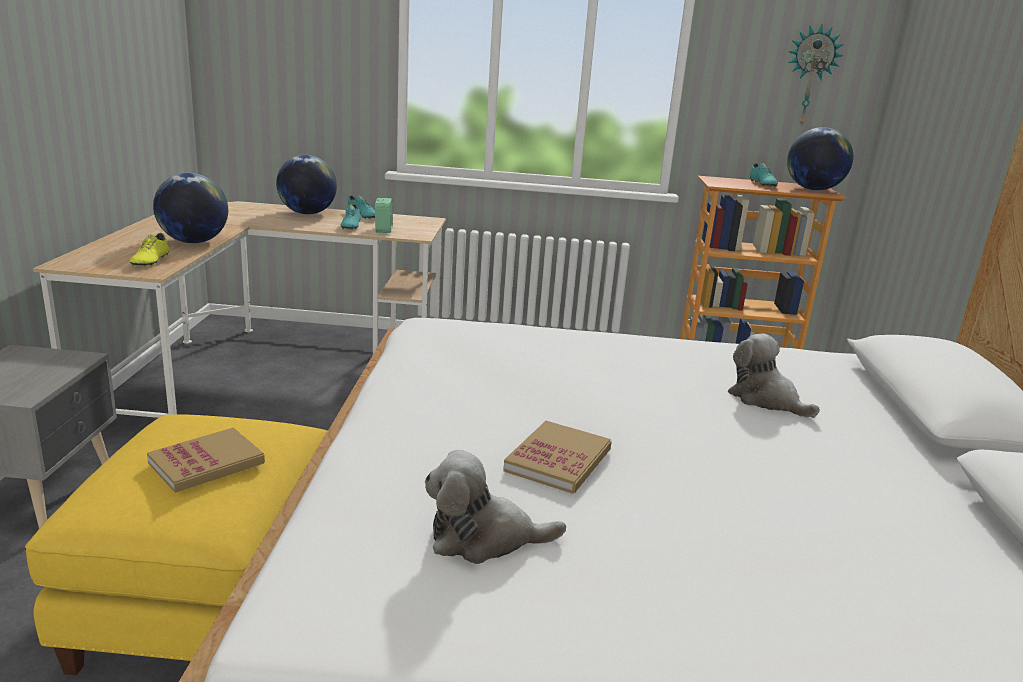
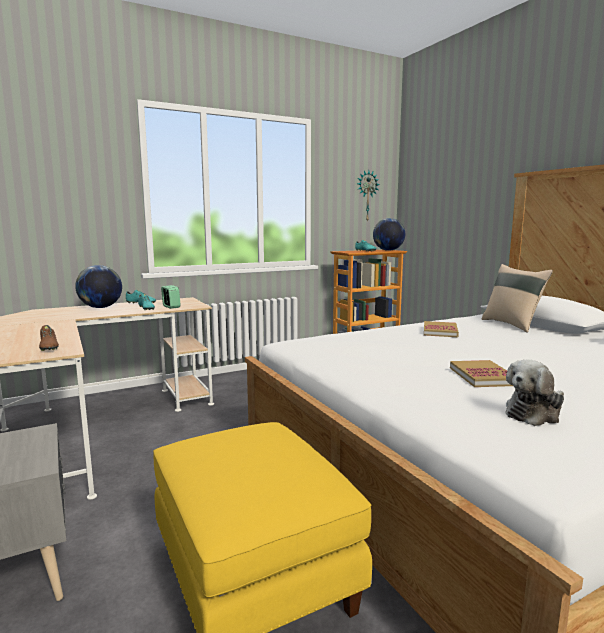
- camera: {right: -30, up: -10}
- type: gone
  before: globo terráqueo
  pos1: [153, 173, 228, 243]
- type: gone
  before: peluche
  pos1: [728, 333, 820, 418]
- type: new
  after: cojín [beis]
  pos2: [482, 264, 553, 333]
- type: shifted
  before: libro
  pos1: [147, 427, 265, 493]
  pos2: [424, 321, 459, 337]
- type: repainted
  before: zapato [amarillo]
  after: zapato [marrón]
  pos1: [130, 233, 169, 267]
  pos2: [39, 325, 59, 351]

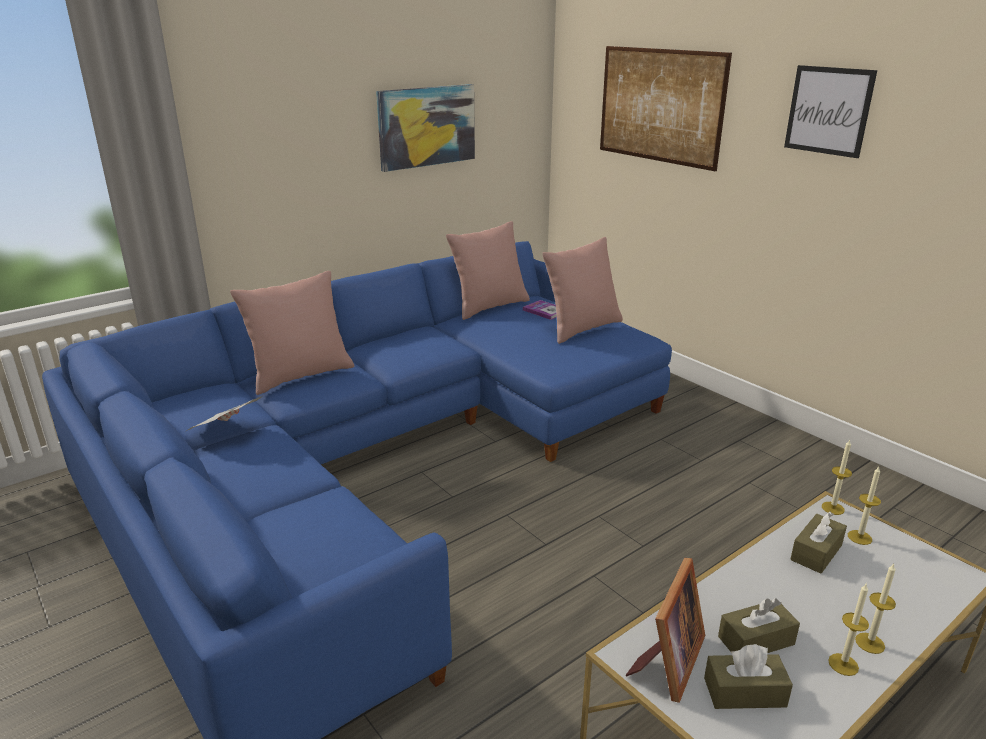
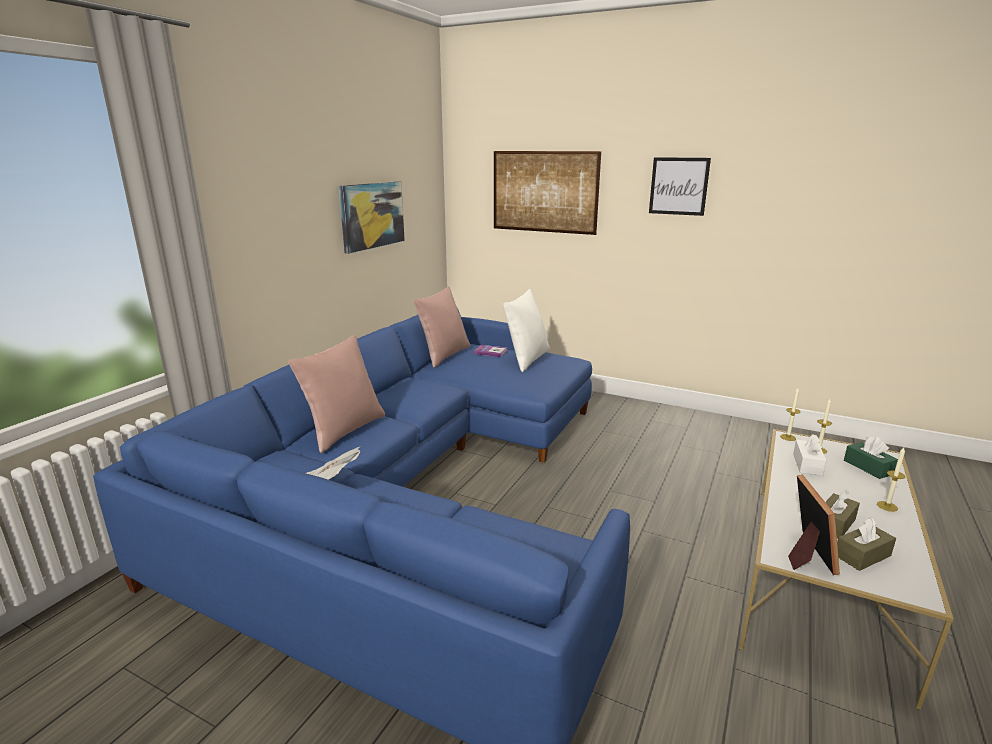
- camera: {right: -25, up: -5}
- type: gone
  before: vela
  pos1: [828, 583, 869, 676]
- type: new
  after: caja de pañuelos [verde]
  pos2: [844, 437, 898, 479]
- type: repainted
  before: cojín [rosa]
  after: cojín [blanco]
  pos1: [542, 237, 623, 344]
  pos2: [503, 289, 550, 372]
- type: repainted
  before: caja de pañuelos [marrón]
  after: caja de pañuelos [blanco]
  pos1: [790, 511, 847, 574]
  pos2: [793, 434, 827, 476]

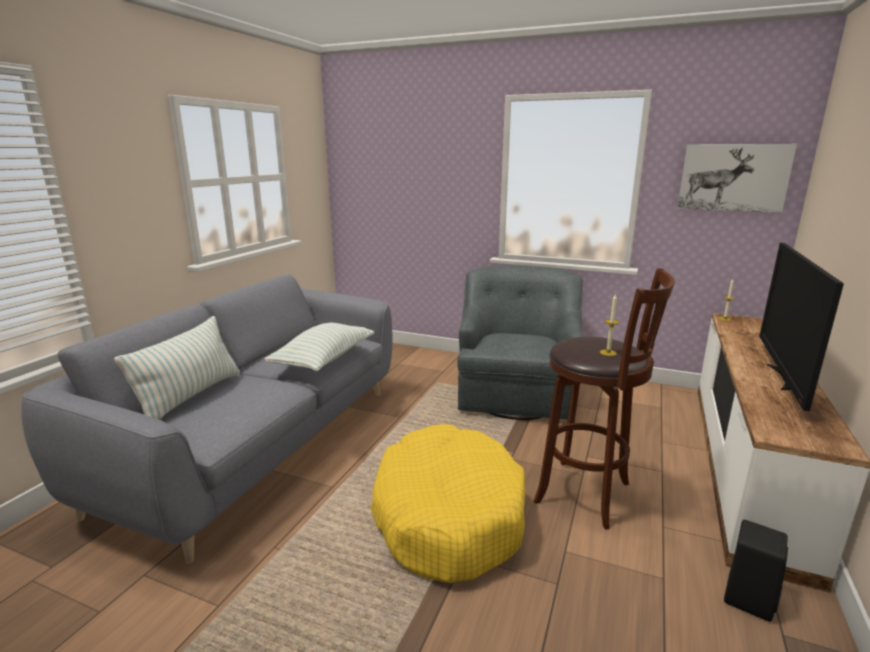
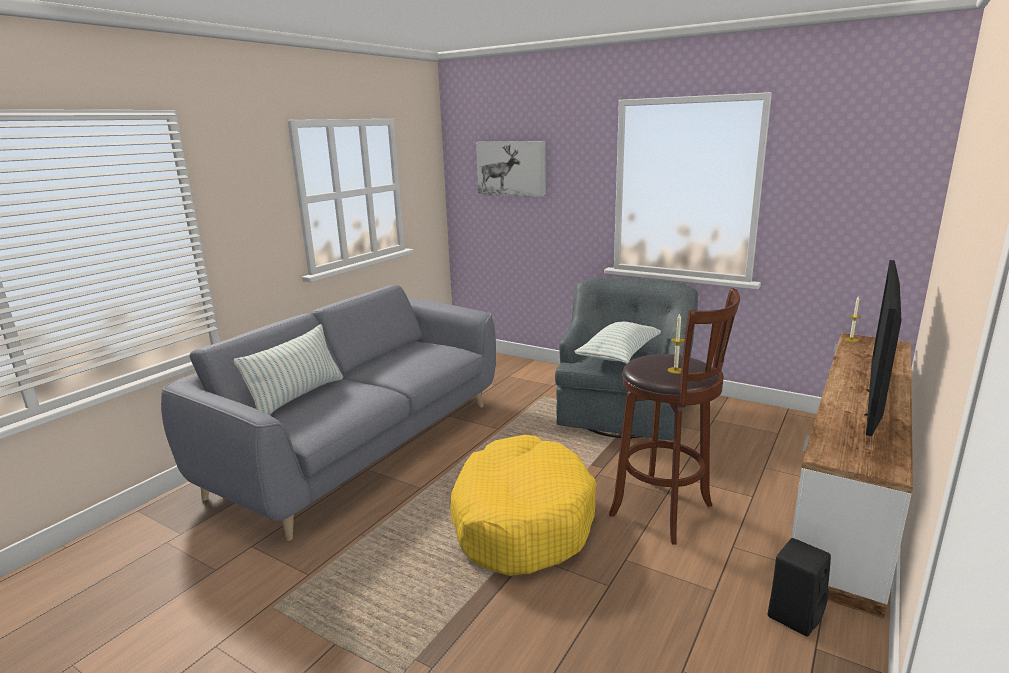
- camera: {right: 10, up: 0}
- type: shifted
  before: cojín
  pos1: [264, 323, 374, 371]
  pos2: [574, 321, 661, 364]
- type: shifted
  before: cuadro
  pos1: [678, 144, 797, 213]
  pos2: [476, 141, 546, 197]

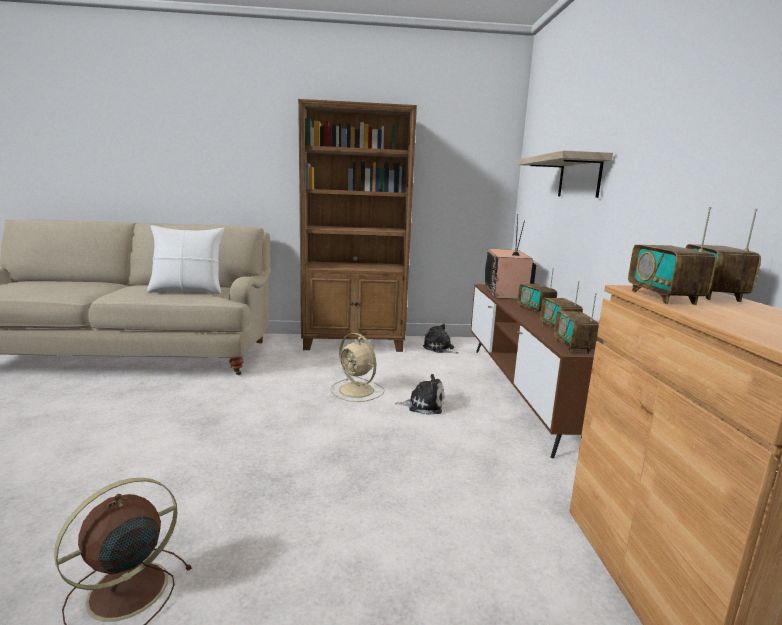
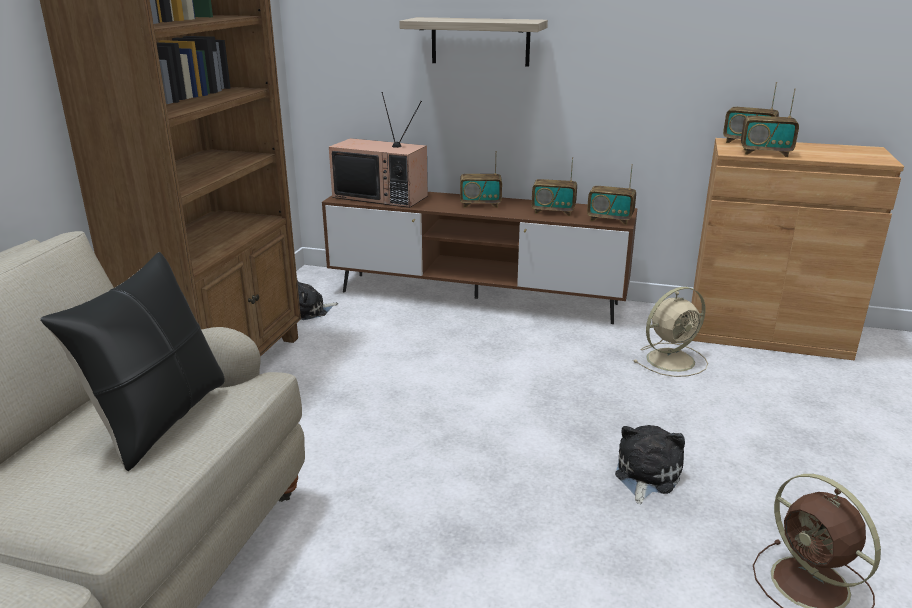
- camera: {right: -70, up: 10}
- type: shifted
  before: ventilador [beis]
  pos1: [331, 333, 385, 402]
  pos2: [633, 287, 708, 377]
- type: shifted
  before: peluche
  pos1: [395, 374, 444, 415]
  pos2: [615, 425, 685, 504]
- type: repainted
  before: cojín [blanco]
  after: cojín [negro]
  pos1: [147, 225, 224, 294]
  pos2: [40, 252, 225, 471]

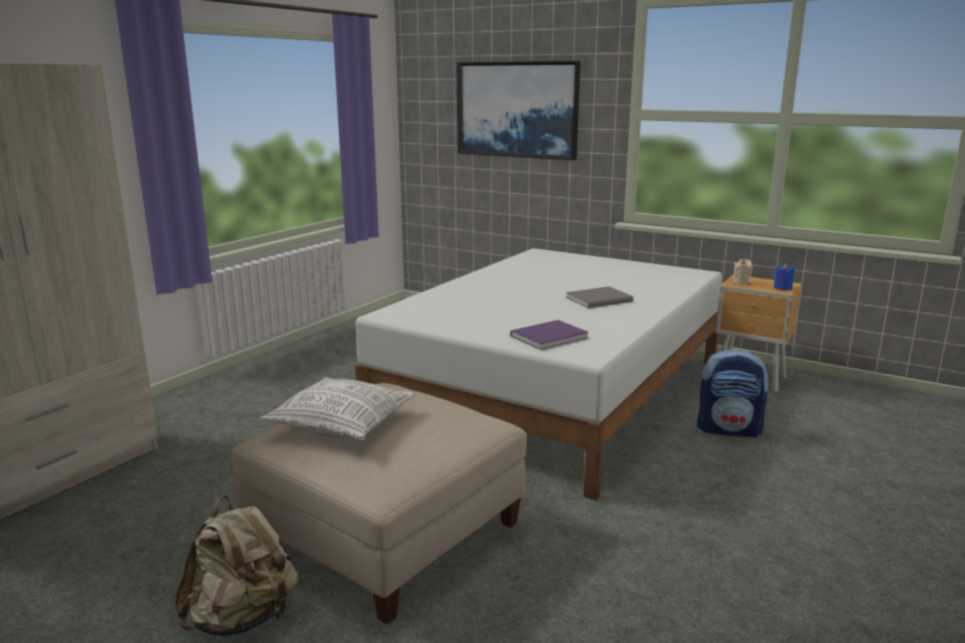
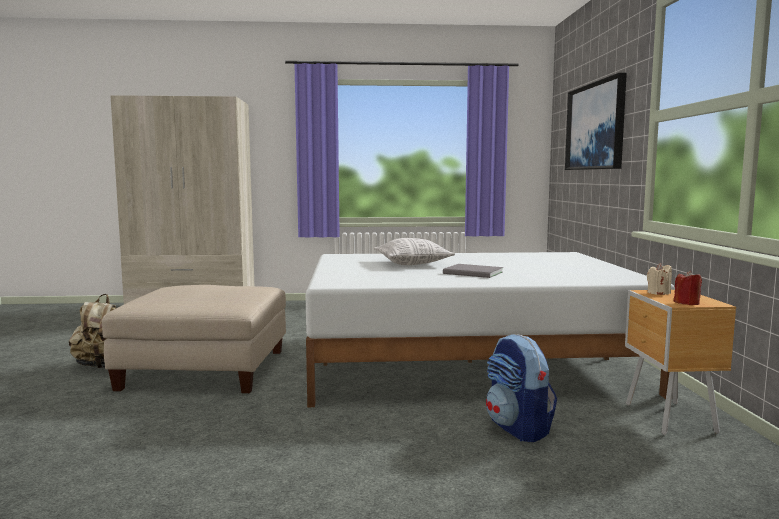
- camera: {right: 55, up: -10}
- type: gone
  before: libro [morado]
  pos1: [510, 320, 589, 350]
- type: shifted
  before: cojín
  pos1: [260, 377, 415, 441]
  pos2: [374, 238, 455, 265]
- type: repainted
  before: vela [azul]
  after: vela [rojo]
  pos1: [774, 263, 795, 290]
  pos2: [674, 271, 702, 305]

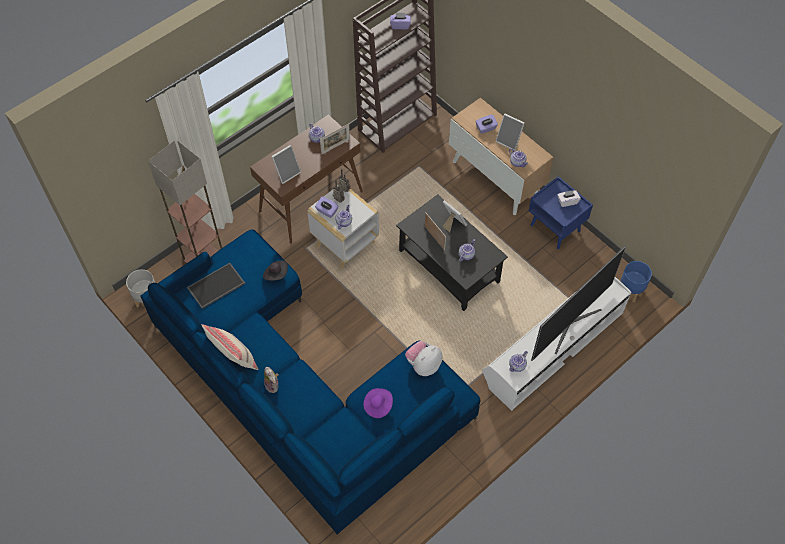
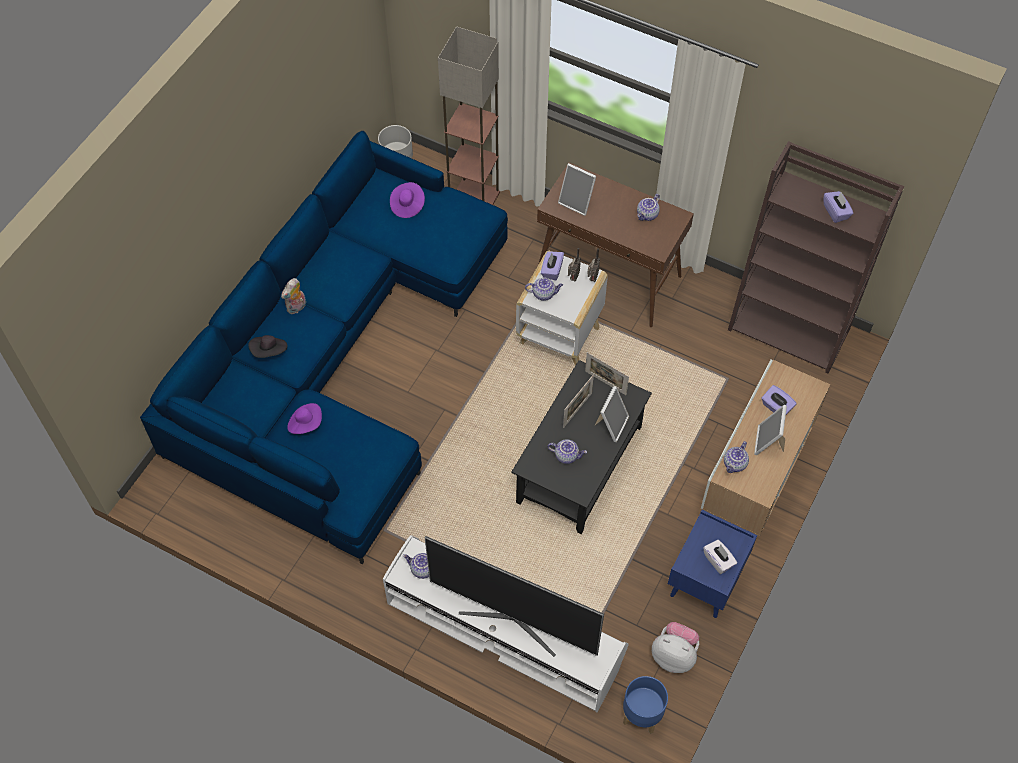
- camera: {right: 70, up: 0}
- type: gone
  before: cojín [beis]
  pos1: [202, 324, 259, 370]
- type: shifted
  before: sombrero [negro]
  pos1: [263, 260, 288, 281]
  pos2: [248, 335, 287, 358]
- type: shifted
  before: portarretratos
  pos1: [320, 124, 350, 155]
  pos2: [585, 352, 629, 395]
- type: shifted
  before: peluche
  pos1: [405, 341, 442, 376]
  pos2: [652, 622, 699, 673]
- type: swapped
  before: bandeja
  after: sombrero [morado]
  pos1: [187, 263, 245, 309]
  pos2: [390, 182, 425, 218]

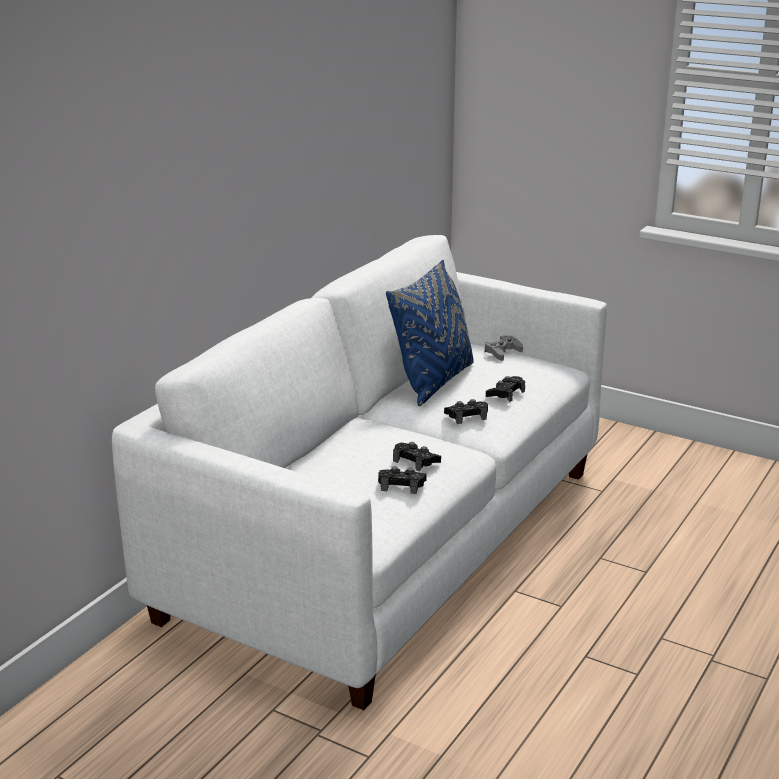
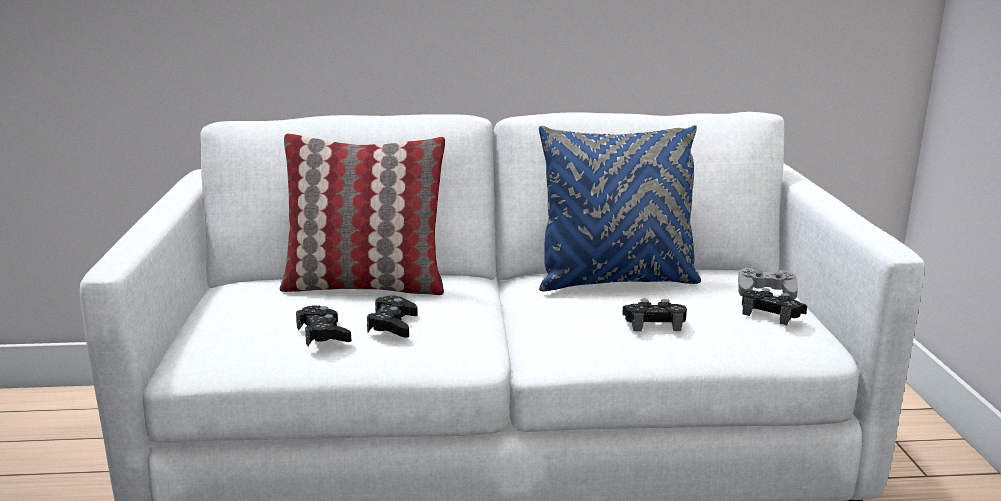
- camera: {right: 55, up: -5}
- type: new
  after: cojín
  pos2: [280, 134, 445, 295]
- type: shifted
  before: mando de consola [negro]
  pos1: [444, 399, 488, 424]
  pos2: [742, 288, 807, 325]

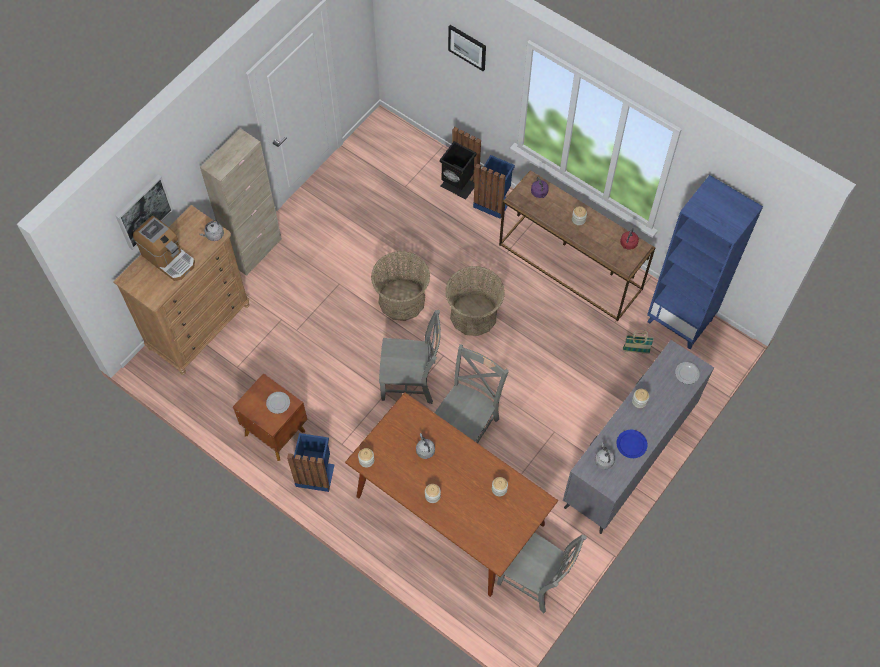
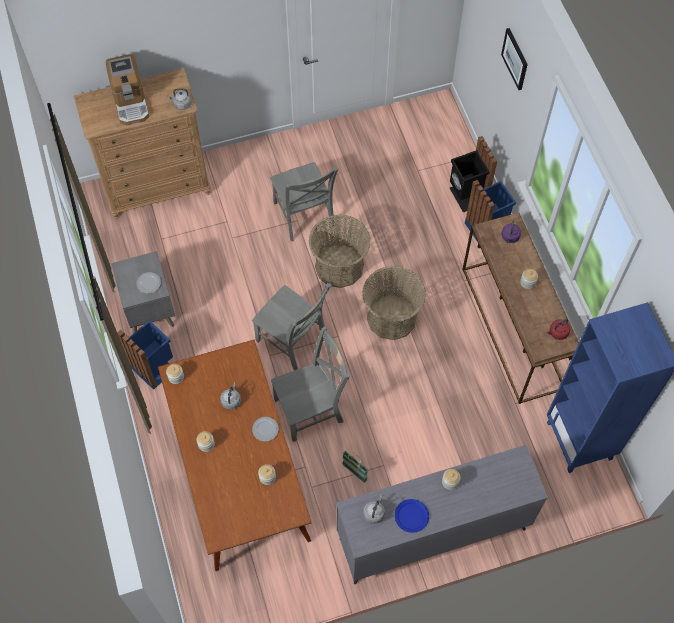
- camera: {right: 35, up: 0}
- type: gone
  before: cuadro
  pos1: [115, 174, 173, 250]
- type: gone
  before: armario [beis]
  pos1: [200, 128, 282, 276]
- type: shifted
  before: silla [gris]
  pos1: [497, 532, 587, 614]
  pos2: [270, 162, 338, 241]
- type: shifted
  before: cesta
  pos1: [623, 330, 654, 354]
  pos2: [342, 451, 368, 483]
- type: shifted
  before: plato
  pos1: [675, 362, 700, 384]
  pos2: [252, 417, 279, 442]
- type: repainted
  before: mesita de noche [marrón]
  after: mesita de noche [gris]
  pos1: [233, 373, 307, 461]
  pos2: [111, 251, 175, 334]

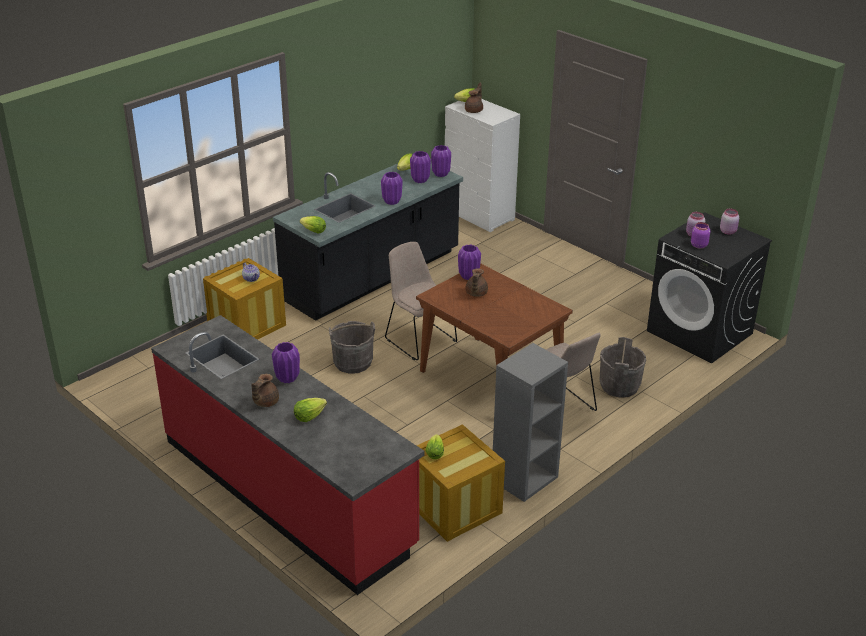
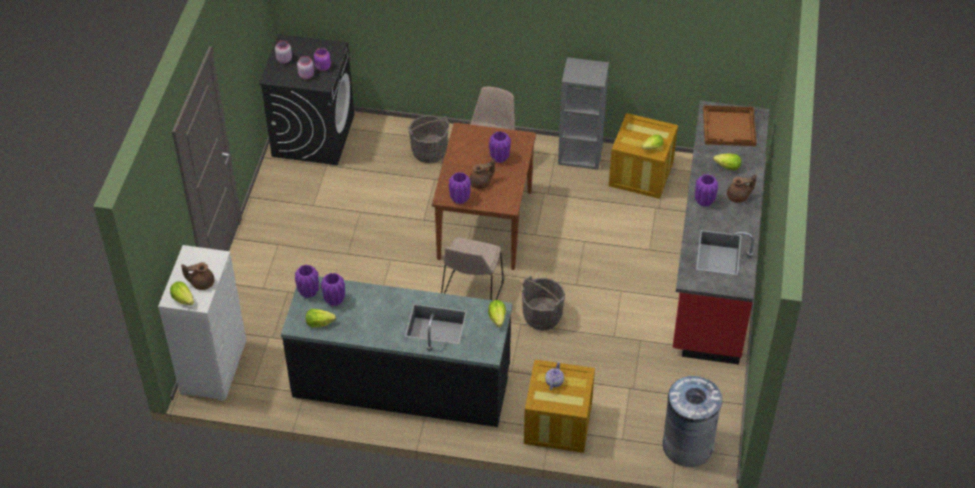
- camera: {right: -125, up: 15}
- type: new
  after: papelera [gris]
  pos2: [663, 376, 722, 467]
- type: new
  after: bandeja [marrón]
  pos2: [703, 105, 757, 146]
- type: shifted
  before: florero [morado]
  pos1: [381, 172, 402, 205]
  pos2: [489, 131, 511, 163]

